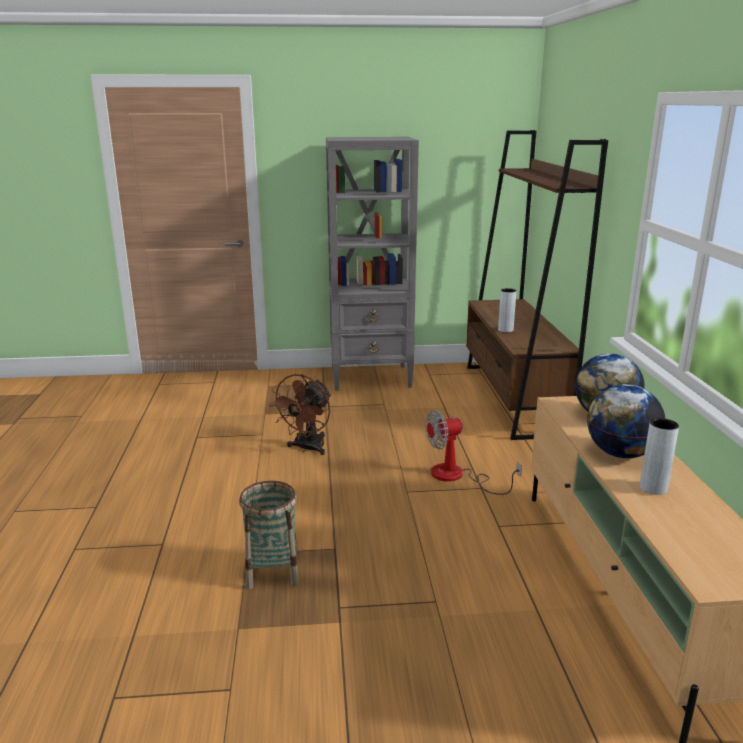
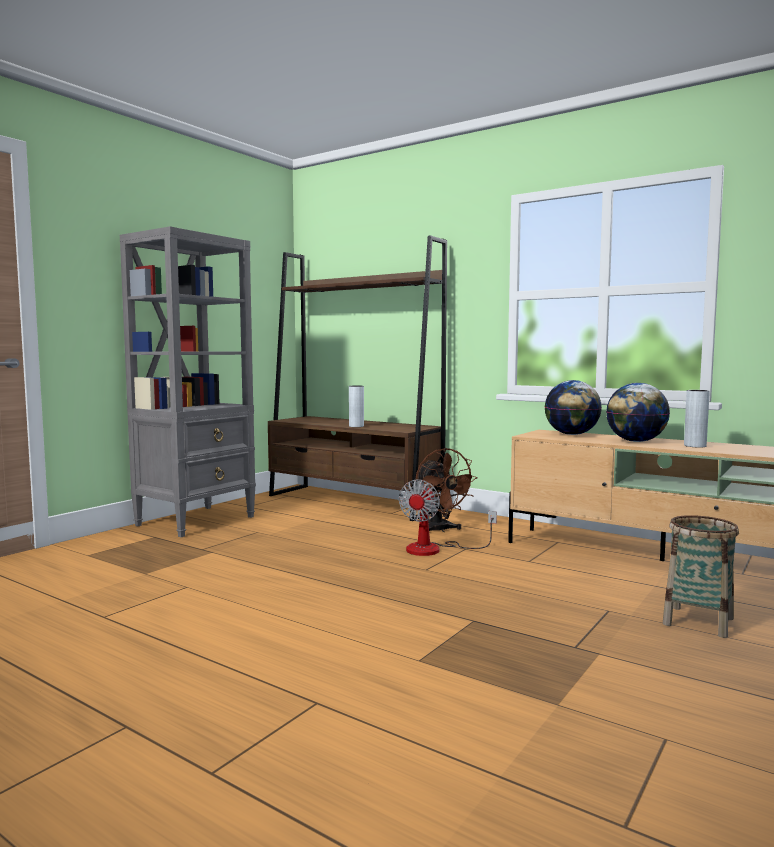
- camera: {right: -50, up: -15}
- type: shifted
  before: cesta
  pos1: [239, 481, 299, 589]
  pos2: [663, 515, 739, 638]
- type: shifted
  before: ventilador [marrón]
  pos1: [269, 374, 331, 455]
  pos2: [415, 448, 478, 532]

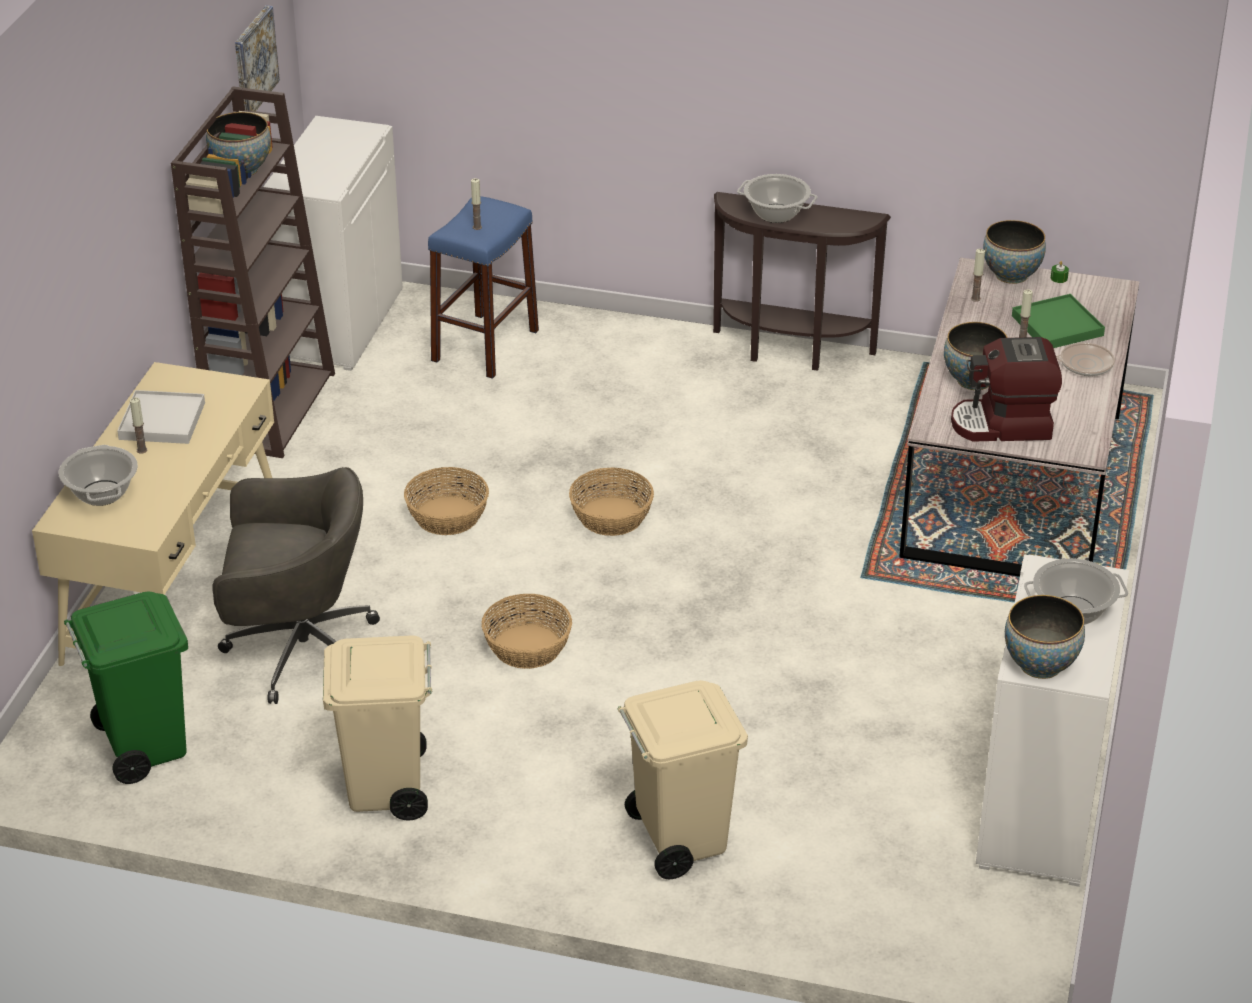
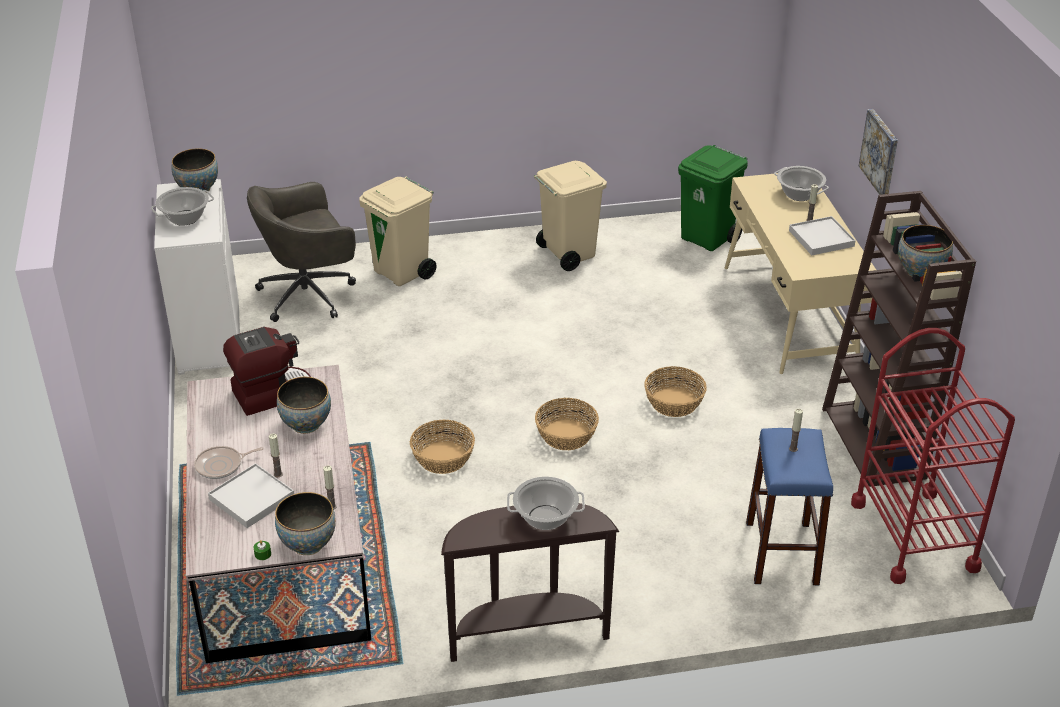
- camera: {right: 155, up: 0}
- type: shifted
  before: silla de oficina [gris]
  pos1: [212, 467, 380, 704]
  pos2: [247, 182, 356, 322]
- type: shifted
  before: cuadro
  pos1: [235, 5, 280, 111]
  pos2: [859, 109, 898, 195]
- type: shifted
  before: cesta
  pos1: [481, 594, 572, 669]
  pos2: [410, 420, 475, 474]
- type: swapped
  before: armario [blanco]
  after: carrito [rojo]
  pos1: [263, 116, 403, 371]
  pos2: [851, 328, 1015, 584]
- type: repainted
  before: bandeja [verde]
  after: bandeja [blanco]
  pos1: [1012, 294, 1105, 348]
  pos2: [208, 463, 294, 528]

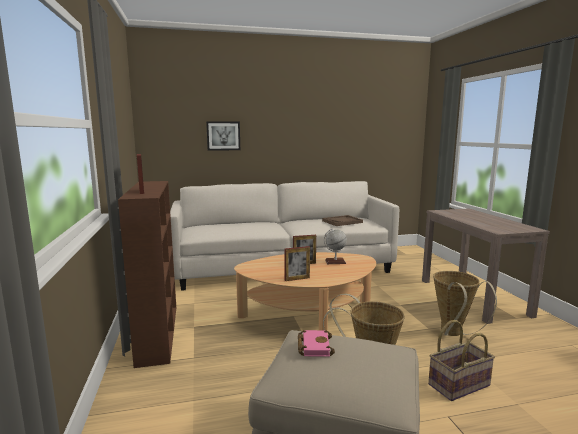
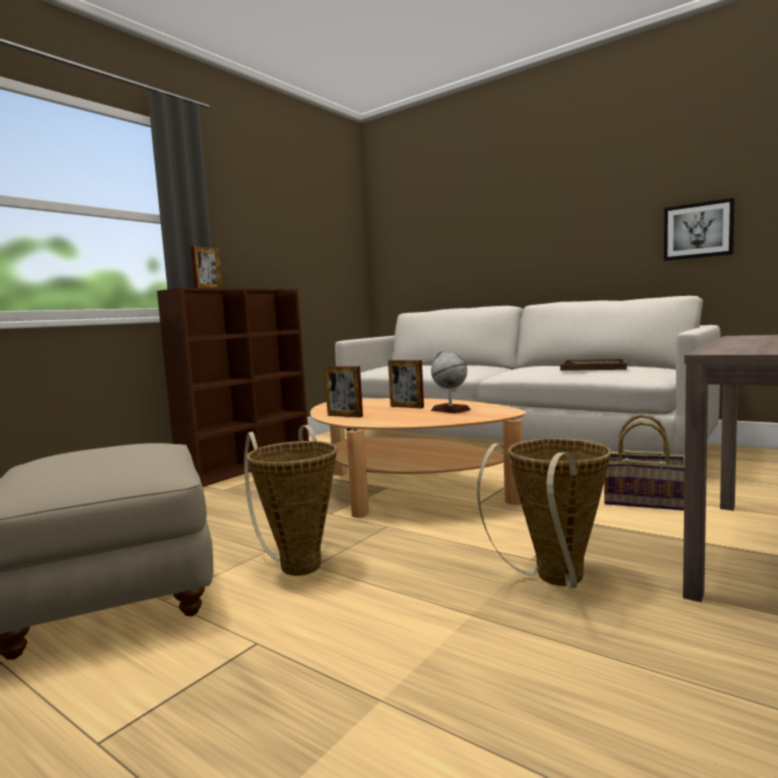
- camera: {right: 50, up: -5}
- type: gone
  before: libro [rosa]
  pos1: [298, 330, 335, 357]
- type: shifted
  before: cuadro
  pos1: [206, 121, 240, 151]
  pos2: [664, 198, 734, 261]
- type: shifted
  before: cesta
  pos1: [428, 320, 495, 401]
  pos2: [604, 414, 685, 511]

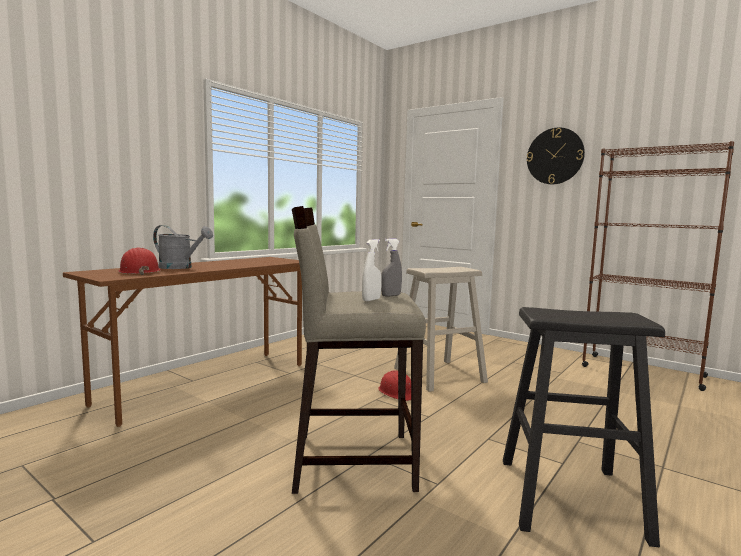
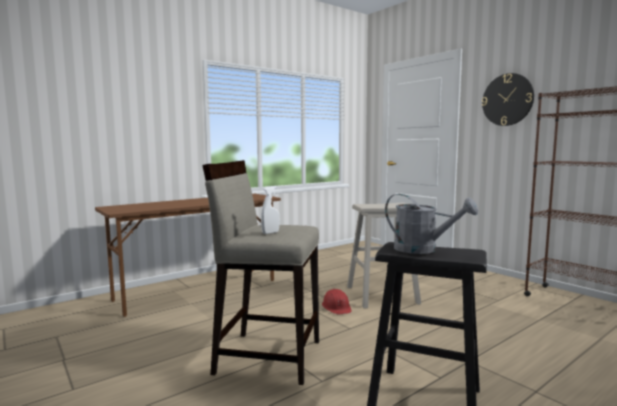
- camera: {right: 15, up: 0}
- type: gone
  before: casco [rojo]
  pos1: [118, 247, 161, 275]
- type: gone
  before: pulverizador [gris]
  pos1: [381, 238, 402, 296]
- type: shifted
  before: regadera [gris]
  pos1: [153, 225, 213, 269]
  pos2: [385, 194, 478, 254]

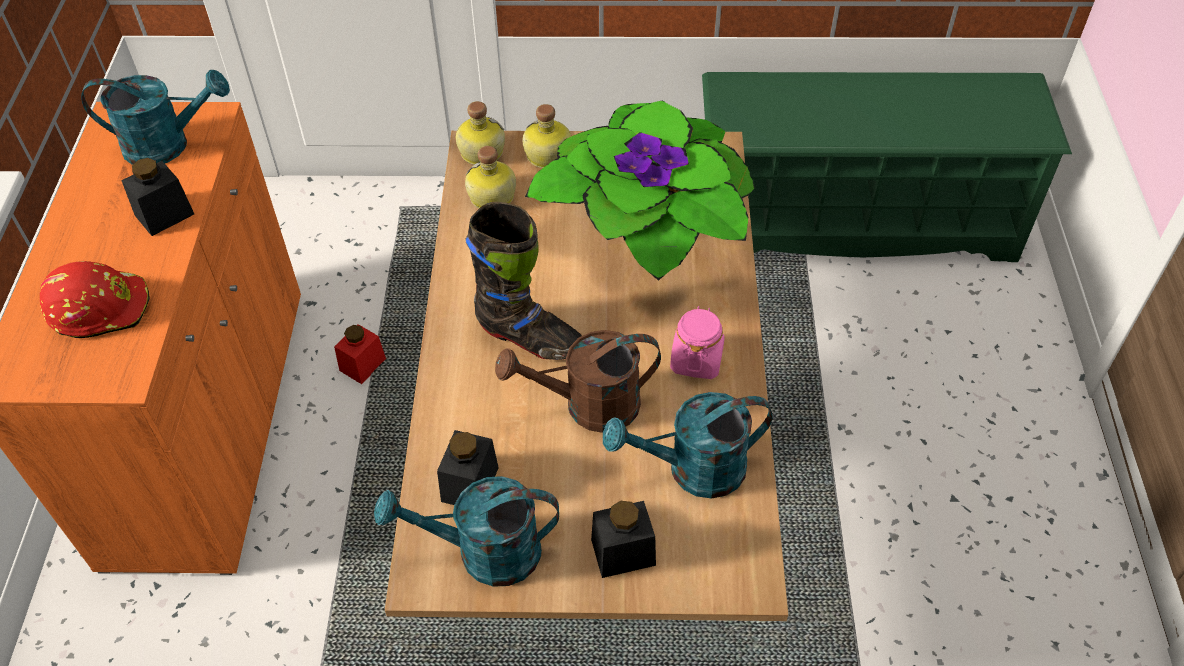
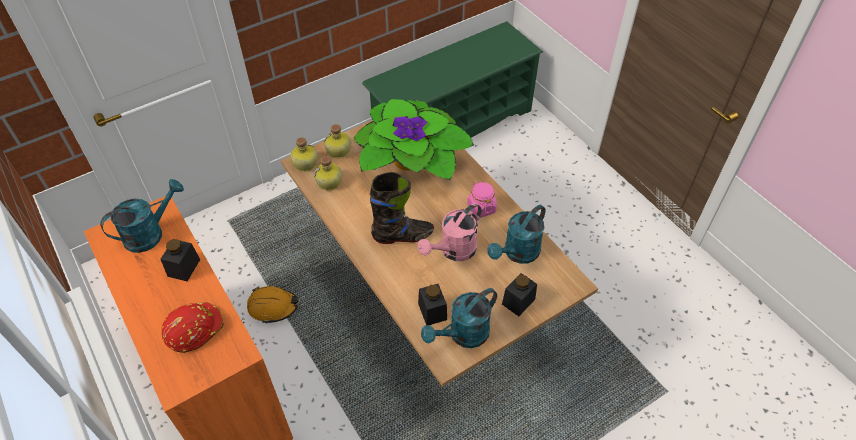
- camera: {right: -35, up: 0}
- type: swapped
  before: tarro [rojo]
  after: casco [naranja]
  pos1: [334, 324, 386, 384]
  pos2: [247, 286, 298, 323]
- type: repainted
  before: regadera [marrón]
  after: regadera [rosa]
  pos1: [495, 330, 661, 433]
  pos2: [418, 203, 482, 261]

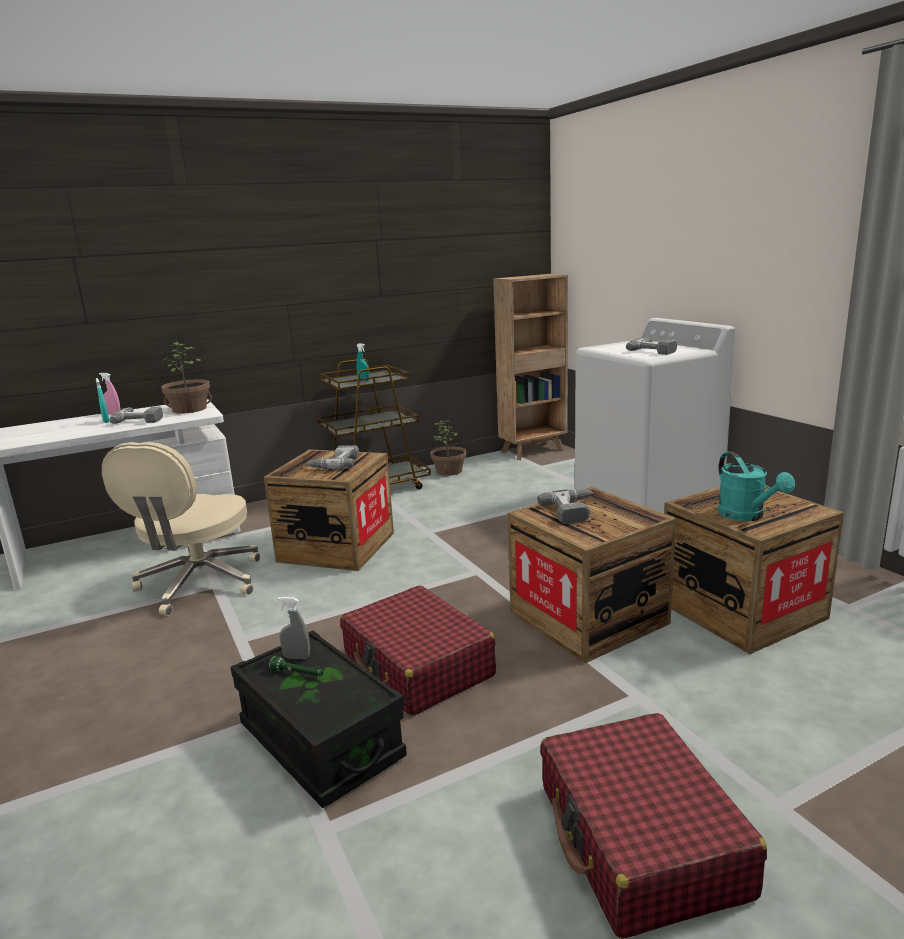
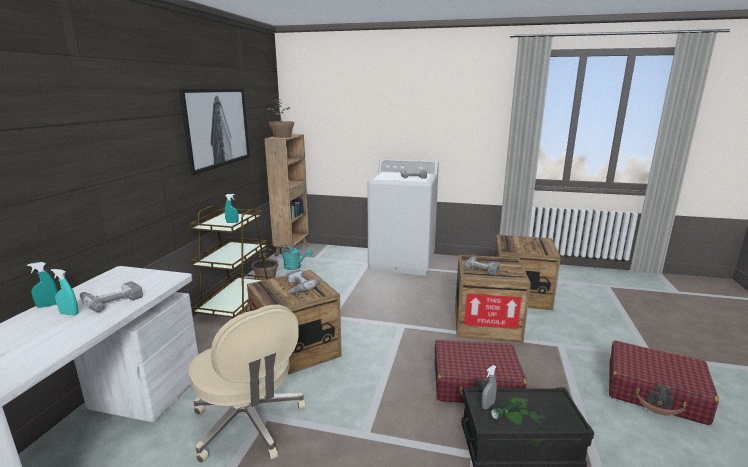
- camera: {right: -50, up: 0}
- type: new
  after: cuadro
  pos2: [179, 88, 250, 175]
- type: shifted
  before: planta en maceta
  pos1: [161, 342, 212, 414]
  pos2: [268, 99, 294, 138]
- type: shifted
  before: regadera [turquesa]
  pos1: [718, 451, 795, 521]
  pos2: [280, 245, 313, 270]
- type: repainted
  before: pulverizador [rosa]
  after: pulverizador [turquesa]
  pos1: [99, 373, 121, 414]
  pos2: [27, 262, 58, 308]

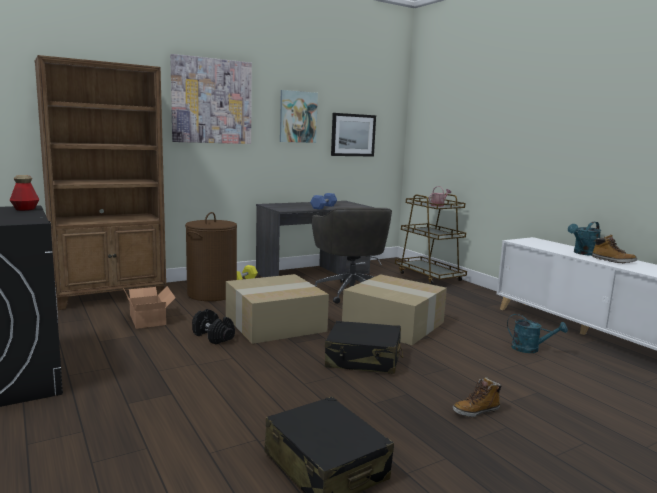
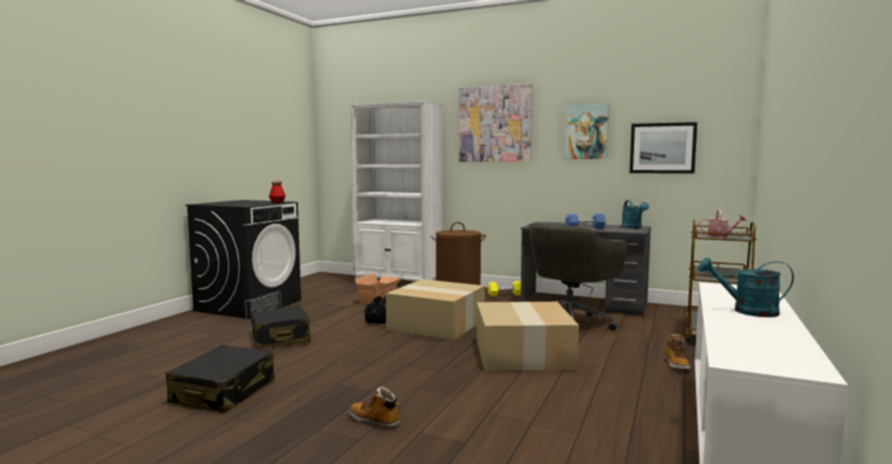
- camera: {right: 55, up: -5}
- type: shifted
  before: maleta [negro]
  pos1: [325, 321, 403, 374]
  pos2: [250, 306, 311, 349]
- type: shifted
  before: regadera [turquesa]
  pos1: [507, 314, 568, 353]
  pos2: [622, 200, 649, 229]
- type: shifted
  before: bota
  pos1: [592, 234, 637, 263]
  pos2: [665, 334, 691, 370]
- type: repainted
  before: estantería [marrón]
  after: estantería [blanco]
  pos1: [35, 55, 166, 310]
  pos2: [350, 100, 442, 281]

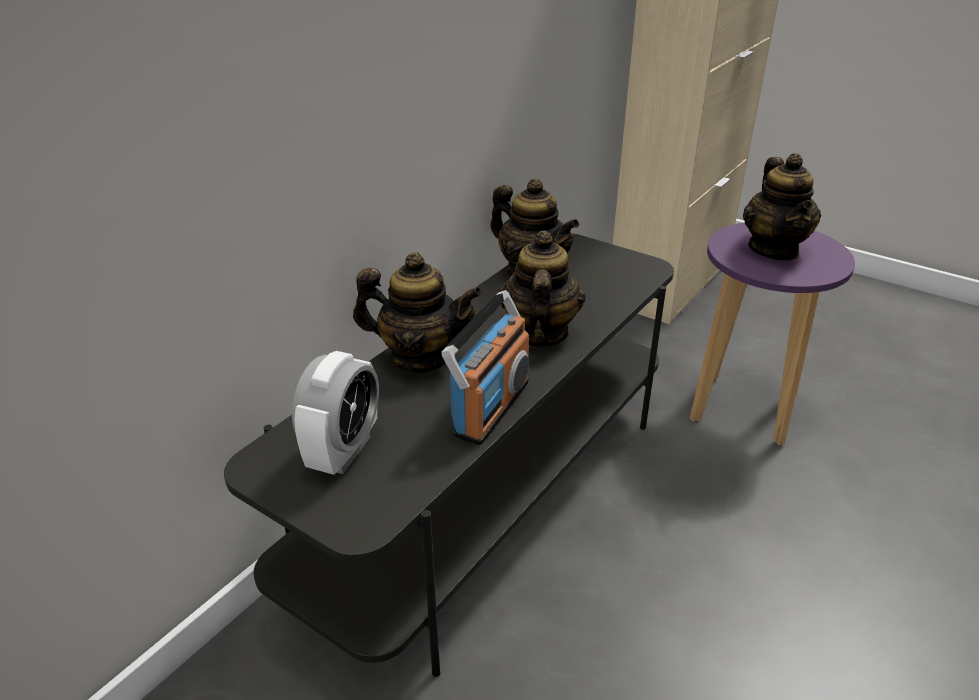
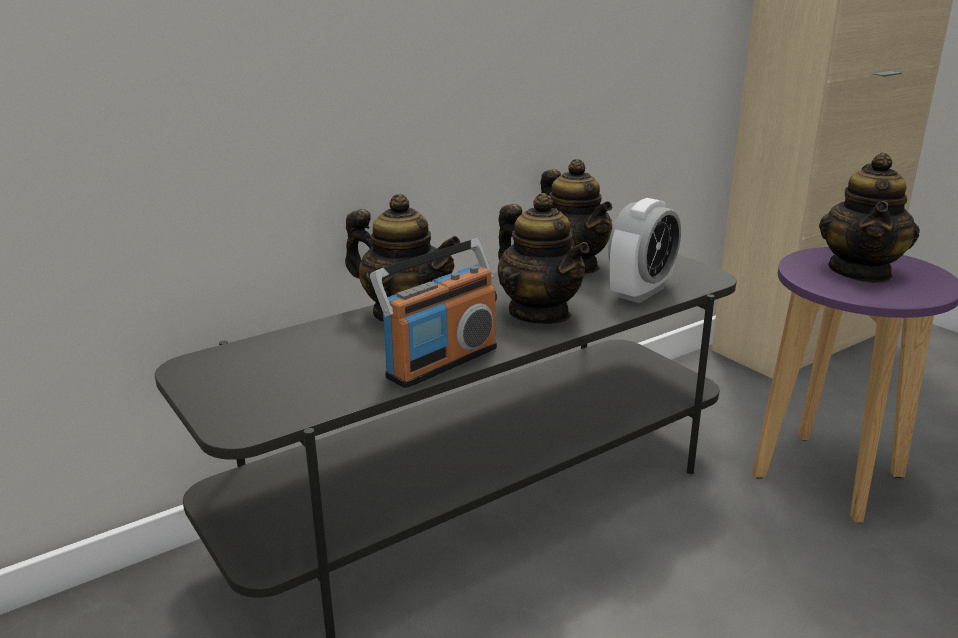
- camera: {right: 20, up: -10}
- type: shifted
  before: despertador
  pos1: [292, 351, 379, 475]
  pos2: [608, 198, 681, 303]
- type: rotated
  before: tetera
  pos1: [499, 230, 586, 347]
  pos2: [498, 193, 589, 324]
  turn: 120

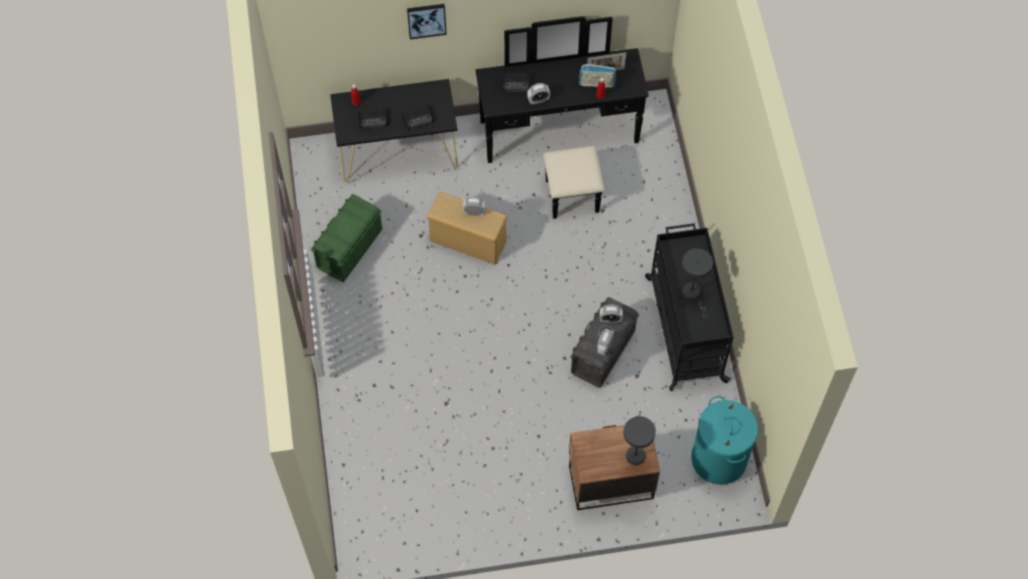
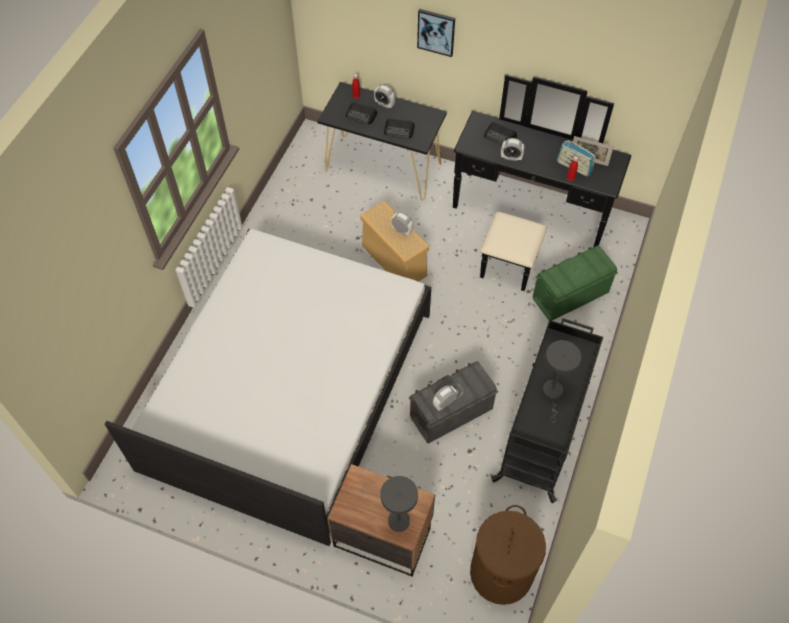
- camera: {right: 30, up: -5}
- type: new
  after: cama [blanco]
  pos2: [105, 229, 431, 546]
- type: shifted
  before: caja de almacenaje [verde]
  pos1: [311, 194, 382, 282]
  pos2: [533, 245, 618, 321]
- type: shifted
  before: despertador
  pos1: [600, 305, 623, 323]
  pos2: [374, 85, 395, 109]
- type: repainted
  before: cesto de la ropa [turquesa]
  after: cesto de la ropa [marrón]
  pos1: [691, 396, 758, 485]
  pos2: [470, 505, 546, 605]

